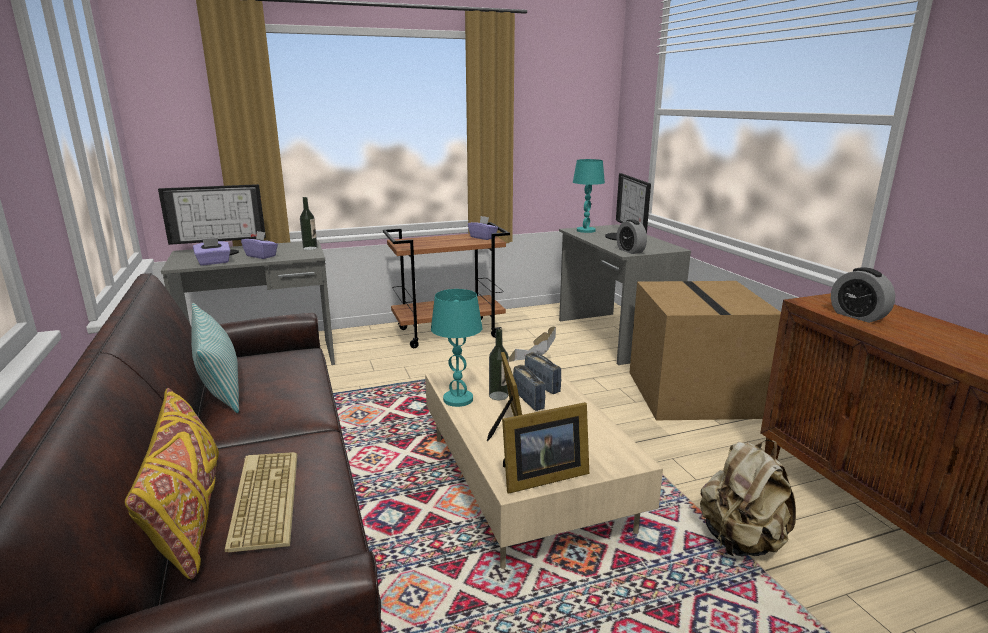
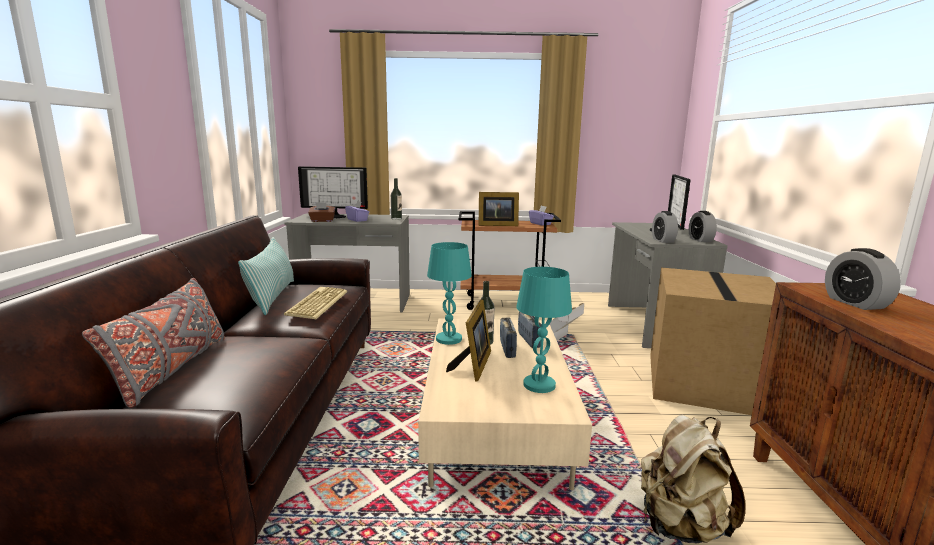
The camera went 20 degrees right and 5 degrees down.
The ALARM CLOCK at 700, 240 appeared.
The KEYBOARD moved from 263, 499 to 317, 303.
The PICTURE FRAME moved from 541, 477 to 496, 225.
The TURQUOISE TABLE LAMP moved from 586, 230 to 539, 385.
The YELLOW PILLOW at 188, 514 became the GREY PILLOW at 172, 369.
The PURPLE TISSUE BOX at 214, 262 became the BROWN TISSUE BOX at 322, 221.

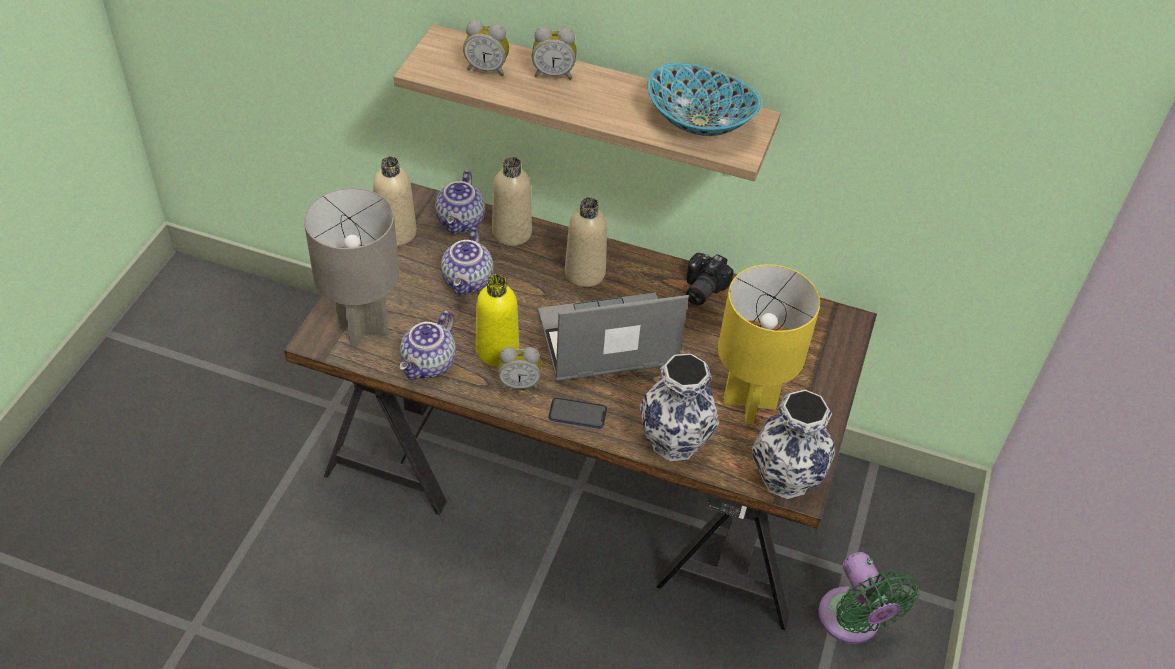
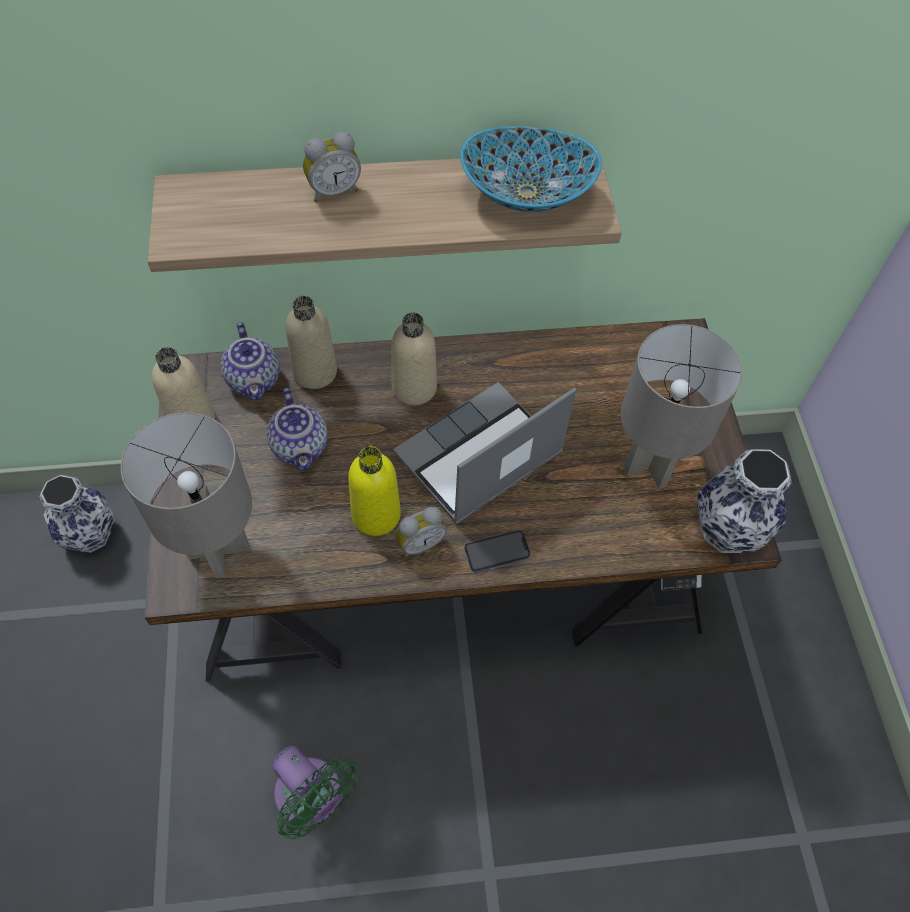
The camera went 25 degrees left and 10 degrees up.
The TEAPOT at 429, 365 disappeared.
The ALARM CLOCK at 487, 69 disappeared.
The PHOTO CAMERA at 700, 289 disappeared.
The VASE moved from 675, 442 to 91, 535.
The GREEN FAN moved from 852, 622 to 312, 798.
The YELLOW TABLE LAMP at 750, 403 became the GREY TABLE LAMP at 650, 463.

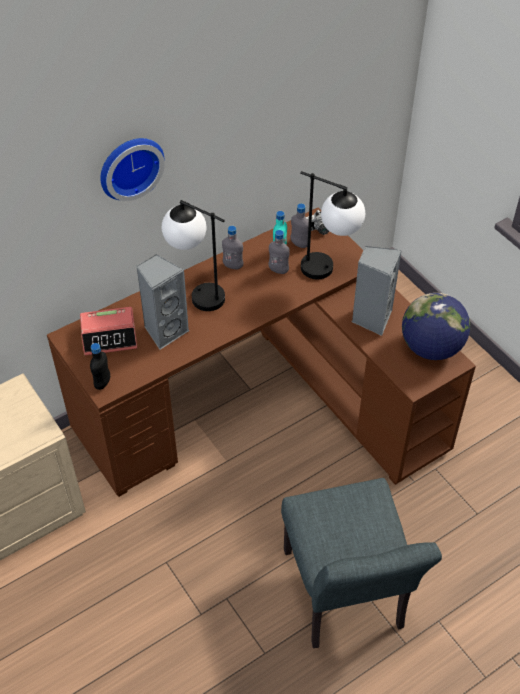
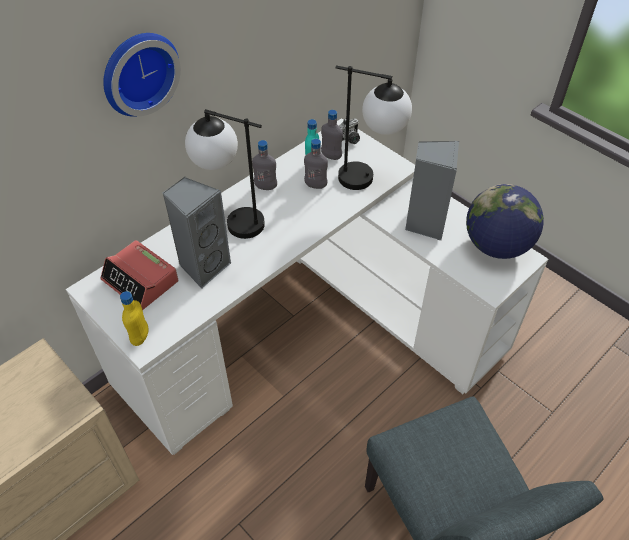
The camera went 10 degrees left and 0 degrees up.
The BROWN DESK at 264, 403 became the WHITE DESK at 310, 327.
The BLACK BOTTLE at 102, 383 became the YELLOW BOTTLE at 140, 337.
The ALARM CLOCK at 110, 336 turned 60 degrees clockwise.

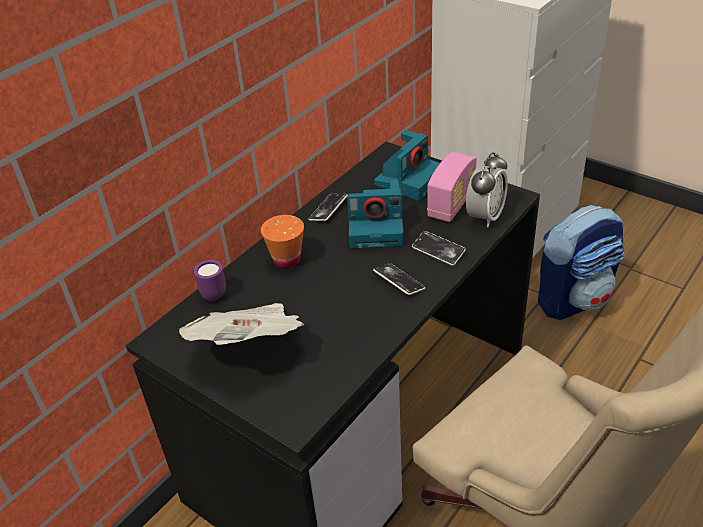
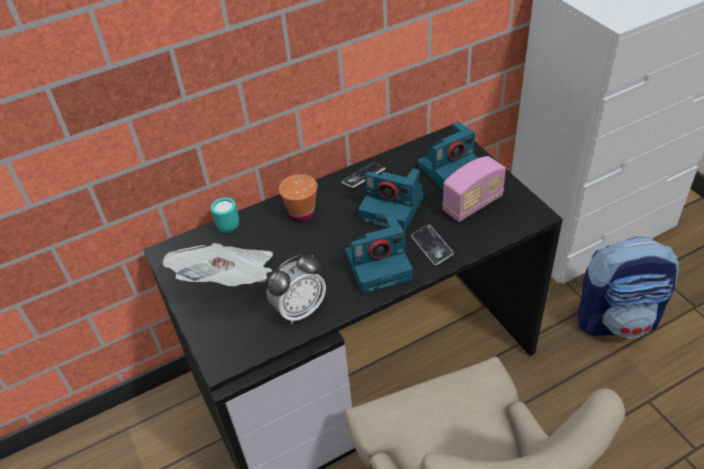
The camera went 25 degrees right and 5 degrees up.
The ALARM CLOCK moved from 485, 216 to 299, 310.
The PHONE at 399, 281 was replaced by the PHOTO CAMERA at 379, 265.
The PURPLE MUG at 211, 294 became the TURQUOISE MUG at 227, 226.

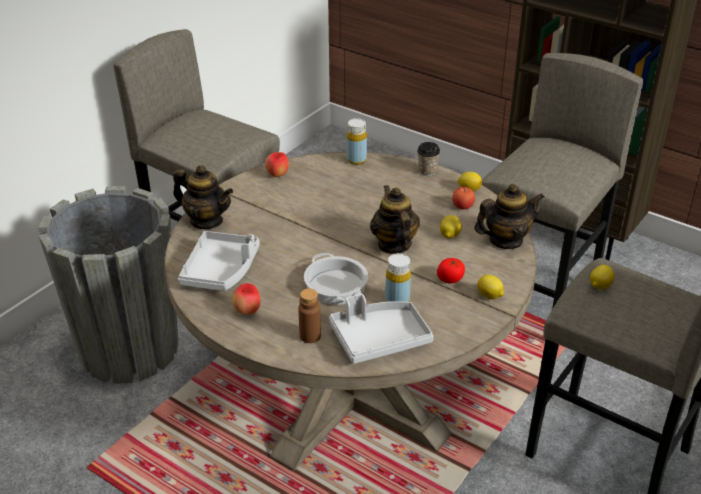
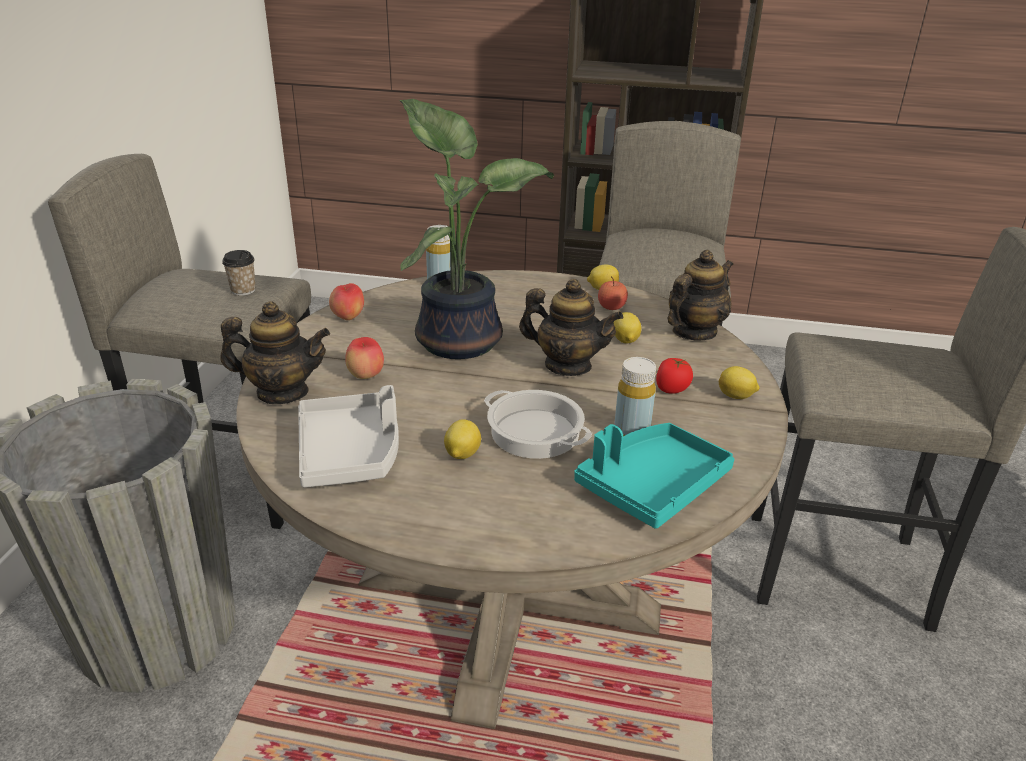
The camera went 25 degrees left and 5 degrees down.
The BROWN BOTTLE at 310, 336 disappeared.
The POTTED PLANT at 460, 338 appeared.
The APPLE moved from 247, 311 to 366, 376.
The CUP moved from 427, 171 to 243, 290.
The LEMON moved from 599, 286 to 462, 454.
The GREY TRAY at 379, 339 became the TURQUOISE TRAY at 651, 486.
The TEAPOT at 394, 245 turned 150 degrees clockwise.

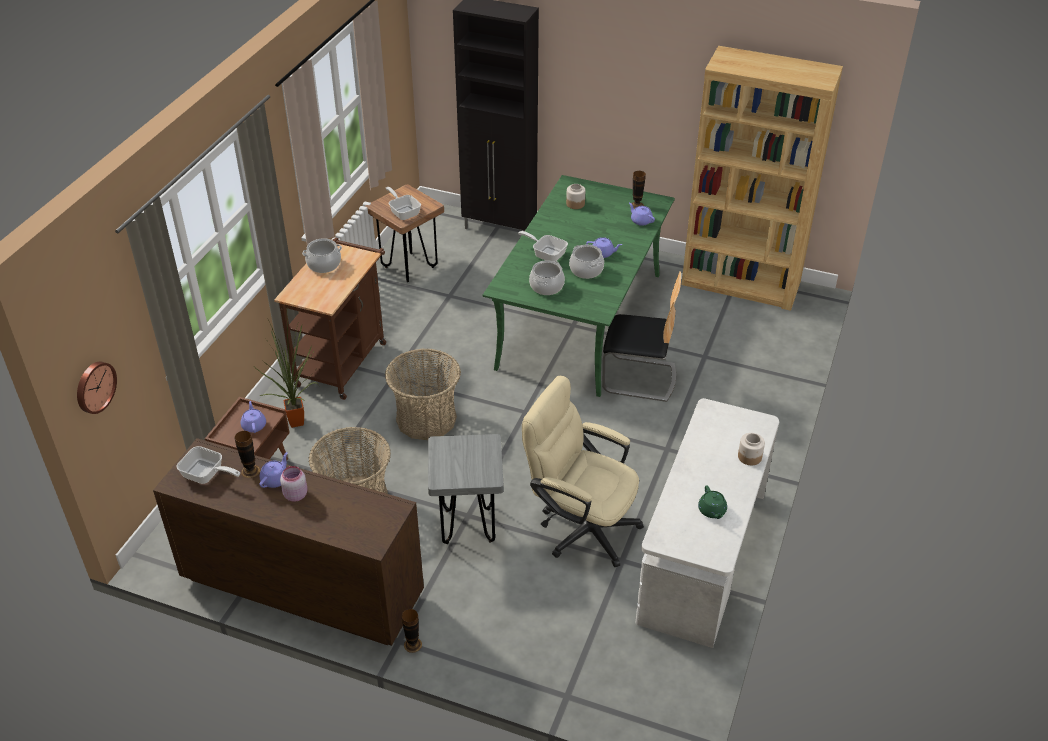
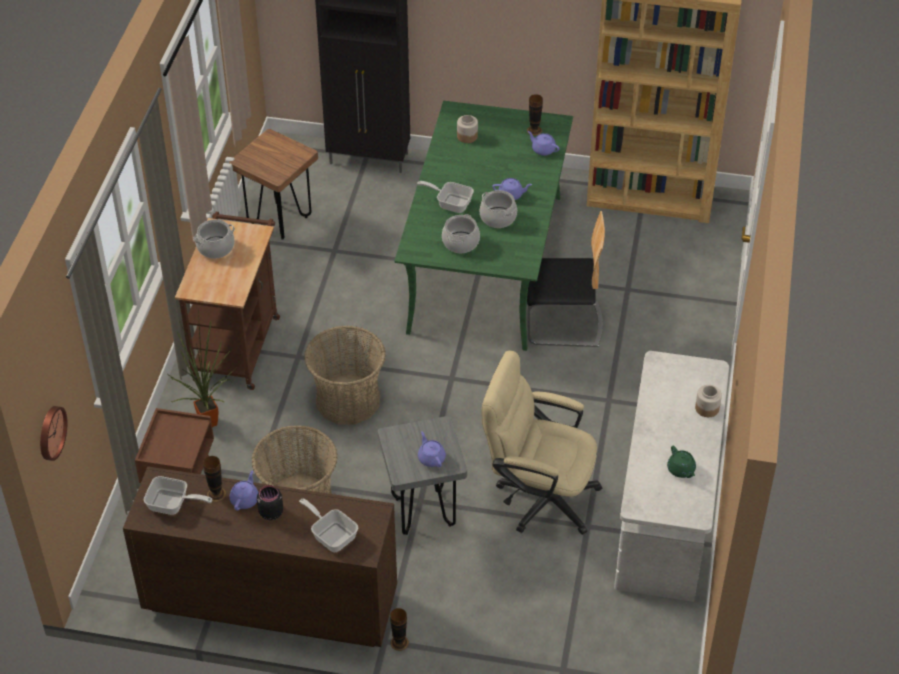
The camera went 10 degrees left and 5 degrees up.
The PURPLE TEAPOT moved from 254, 425 to 431, 458.
The FRYING PAN moved from 403, 212 to 331, 535.
The PINK JAR at 295, 494 became the BLACK JAR at 270, 512.

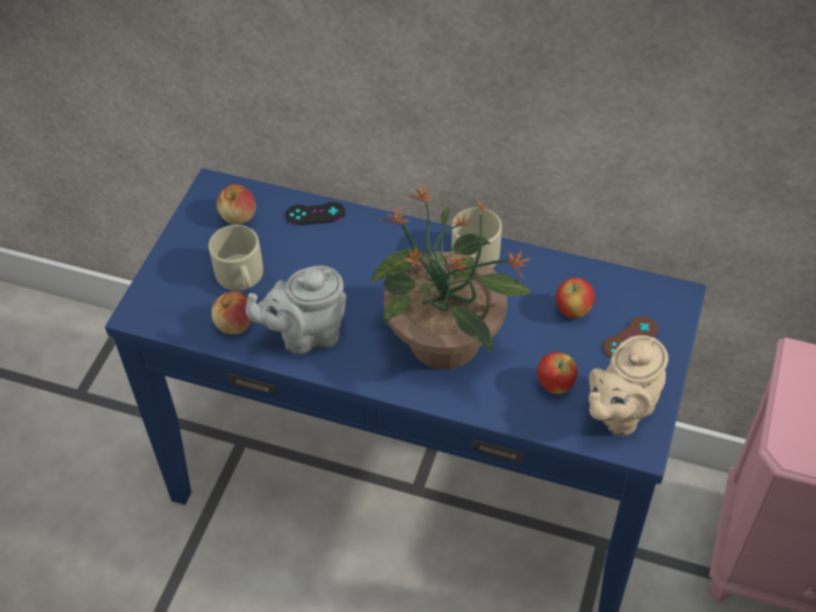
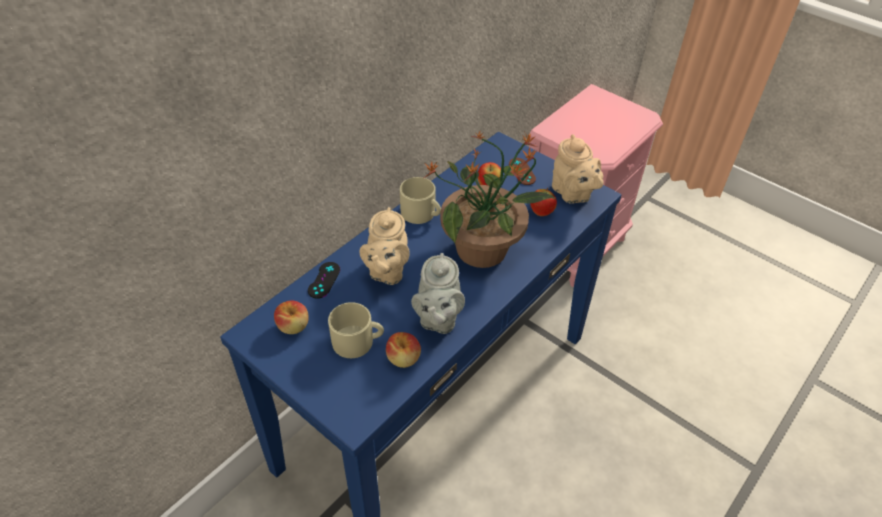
The camera went 70 degrees left and 5 degrees down.
The BEIGE TEAPOT at 386, 271 appeared.

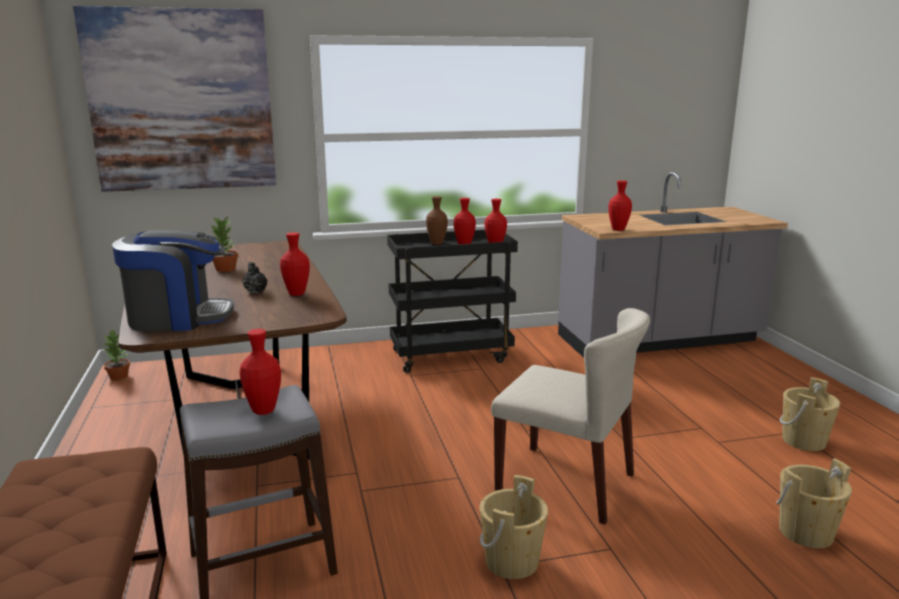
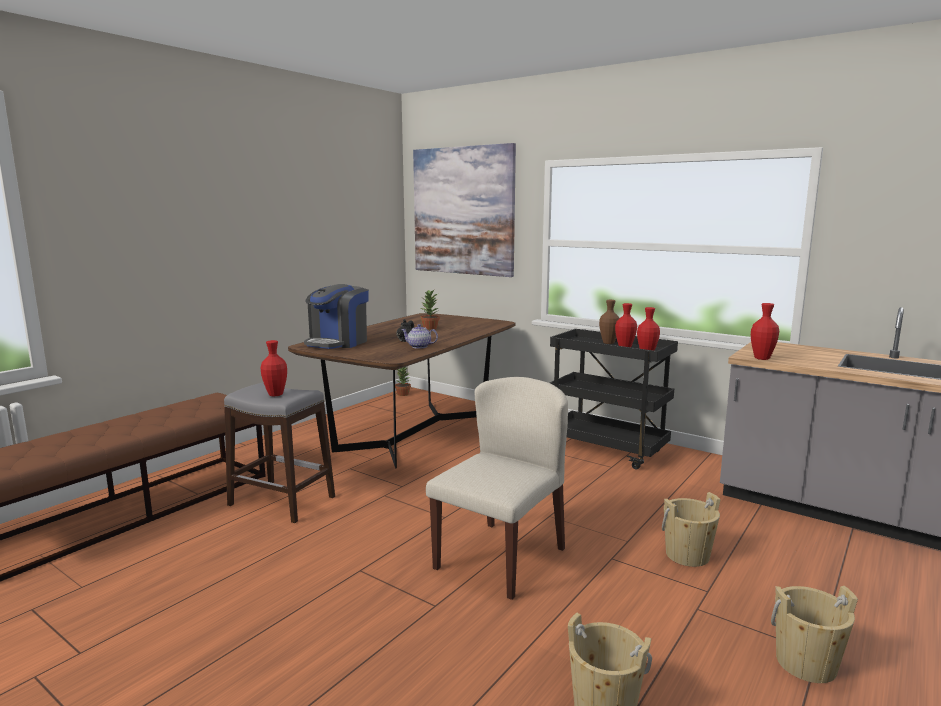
The camera went 50 degrees right and 5 degrees down.
The BEIGE BUCKET moved from 512, 561 to 687, 555.
The RED VASE at 296, 294 was replaced by the TEAPOT at 419, 346.
The COFFEE MACHINE at 178, 317 turned 75 degrees clockwise.
The BEIGE CHAIR at 566, 482 turned 135 degrees counterclockwise.

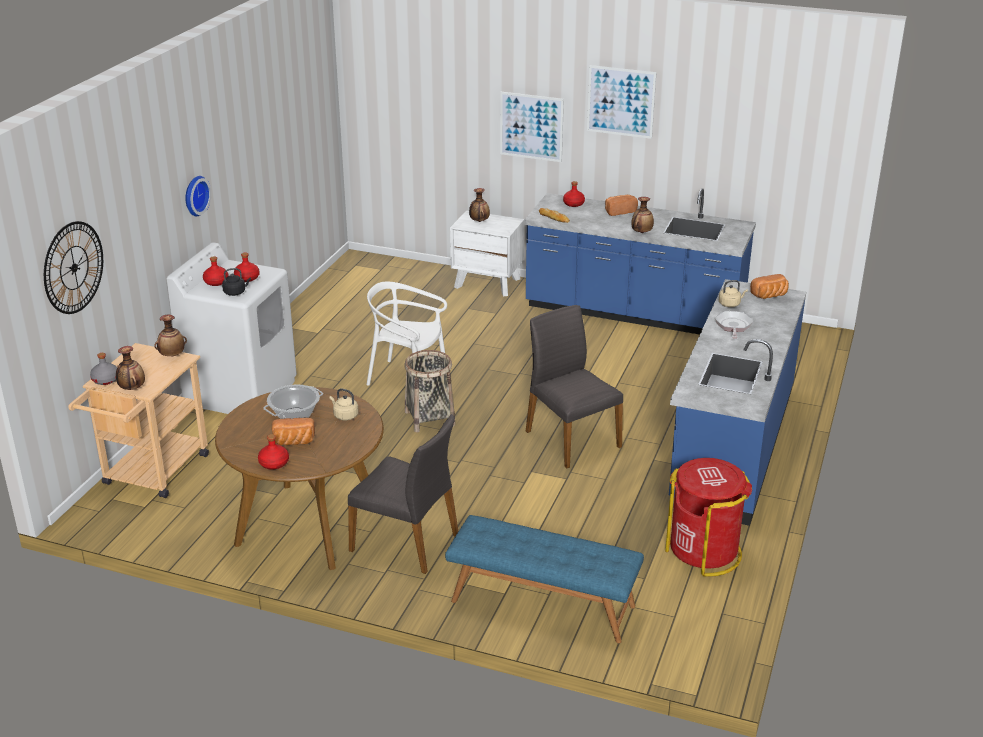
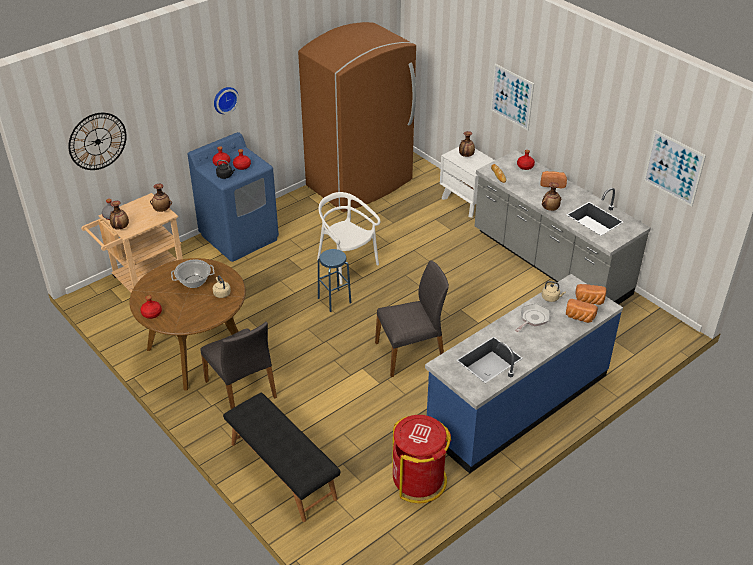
The camera went 30 degrees right and 10 degrees up.
The BROWN FRIDGE at 360, 184 appeared.
The BREAD moved from 293, 442 to 579, 317.
The PICTURE moved from 621, 101 to 673, 168.
The BASKET at 429, 418 was replaced by the BLUE STOOL at 334, 300.
The WHITE WASHING MACHINE at 241, 392 became the BLUE WASHING MACHINE at 239, 237.
The BLUE BENCH at 542, 604 became the BLACK BENCH at 282, 471.
The BLUE COUNTER at 633, 313 became the GREY COUNTER at 549, 263.
The GREY CHAIR at 571, 439 turned 75 degrees clockwise.

